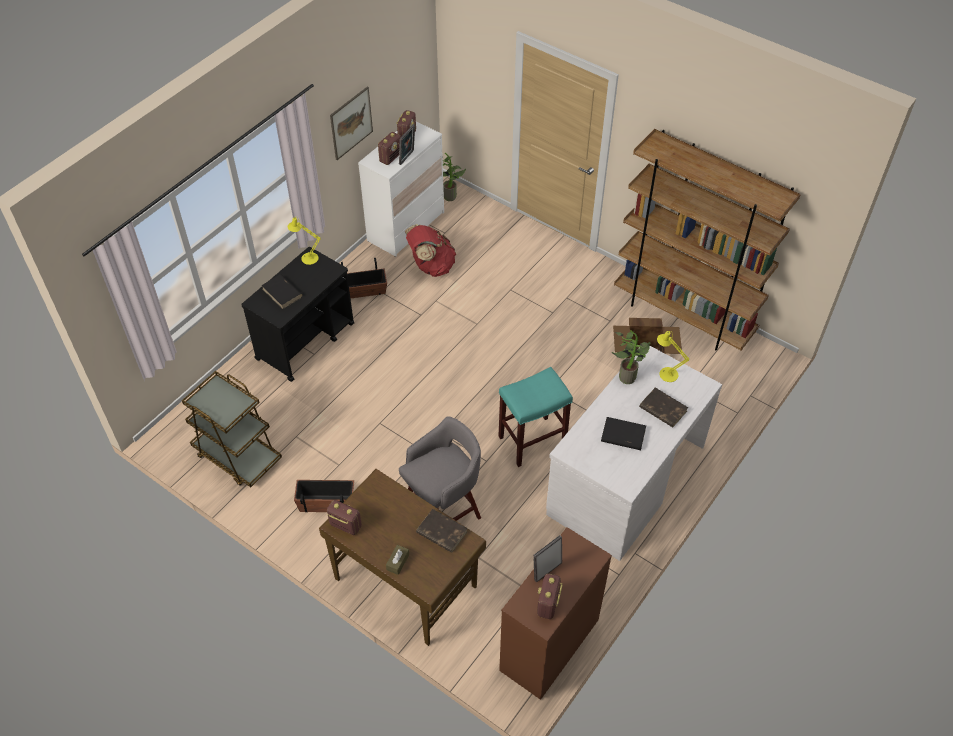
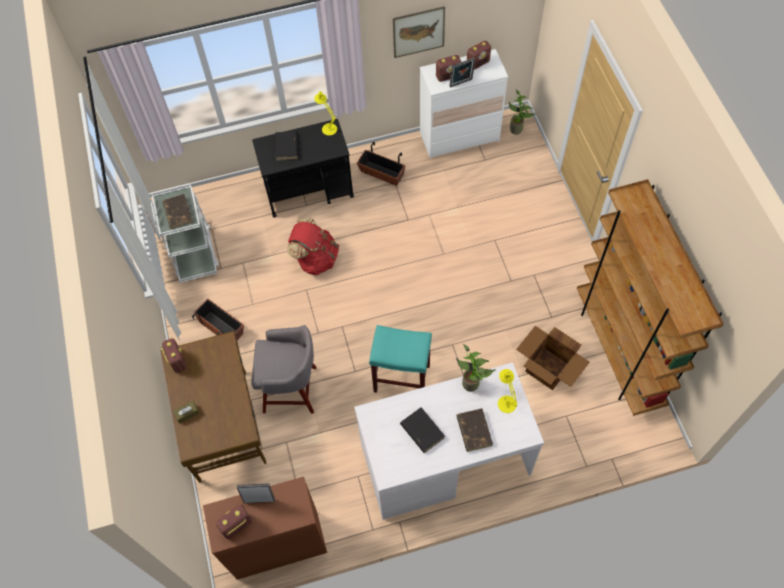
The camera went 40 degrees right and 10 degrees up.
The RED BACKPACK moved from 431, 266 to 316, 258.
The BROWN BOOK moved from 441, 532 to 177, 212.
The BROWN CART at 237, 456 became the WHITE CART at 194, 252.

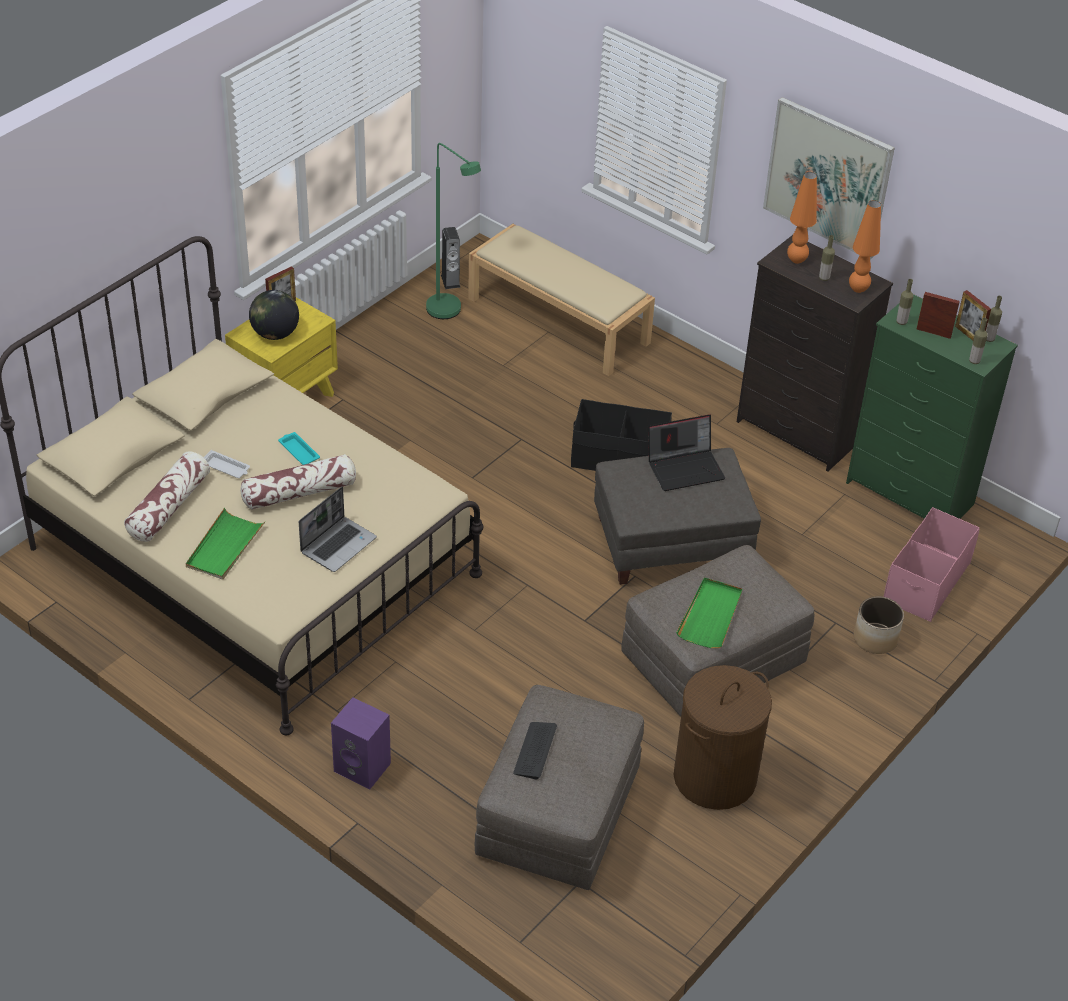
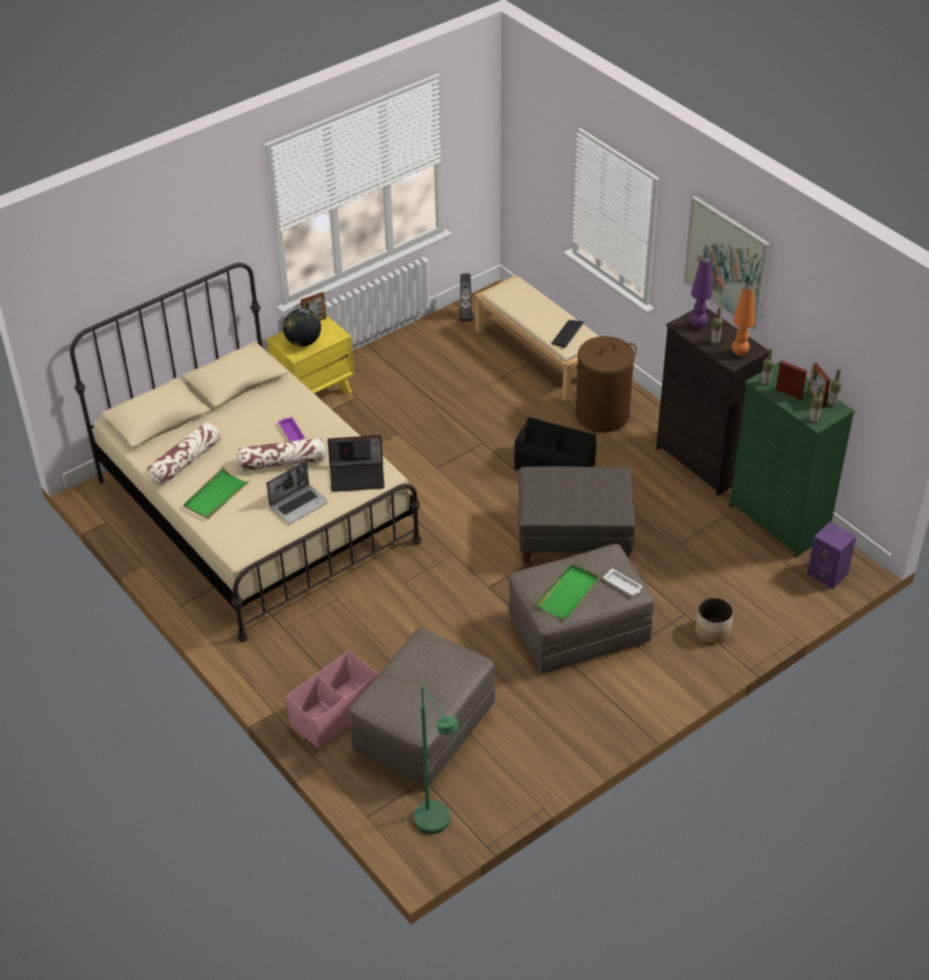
The camera went 15 degrees right and 0 degrees up.
The WHITE TRAY moved from 226, 467 to 623, 585.
The PURPLE SPEAKER moved from 364, 767 to 828, 574.
The GREEN FLOOR LAMP moved from 450, 313 to 437, 826.
The KEYBOARD moved from 535, 751 to 567, 334.
The LAPTOP moved from 685, 468 to 358, 475.
The BROWN LAUNDRY BASKET moved from 715, 777 to 602, 415.
The PINK STORAGE BOX moved from 926, 582 to 335, 713.
The TURQUOISE TRAY at 298, 451 became the PURPLE TRAY at 291, 431.
The ORANGE TABLE LAMP at 796, 260 became the PURPLE TABLE LAMP at 698, 325.

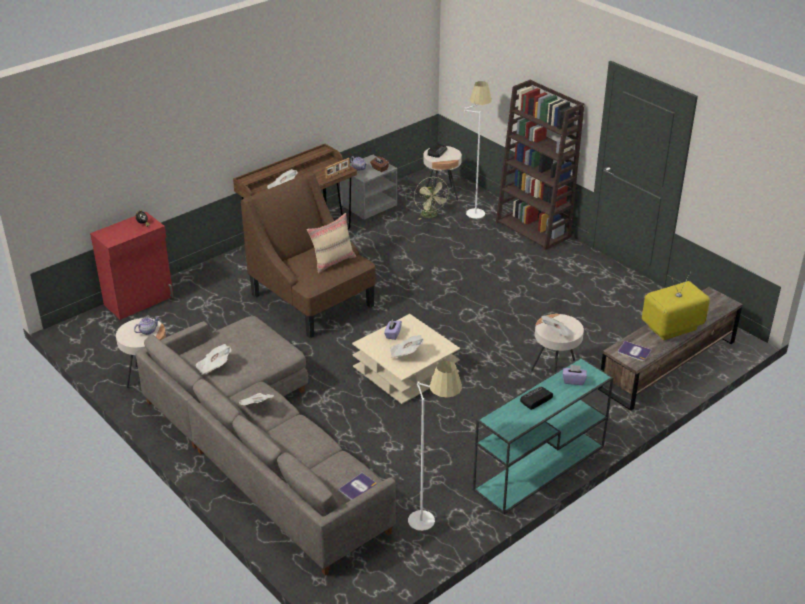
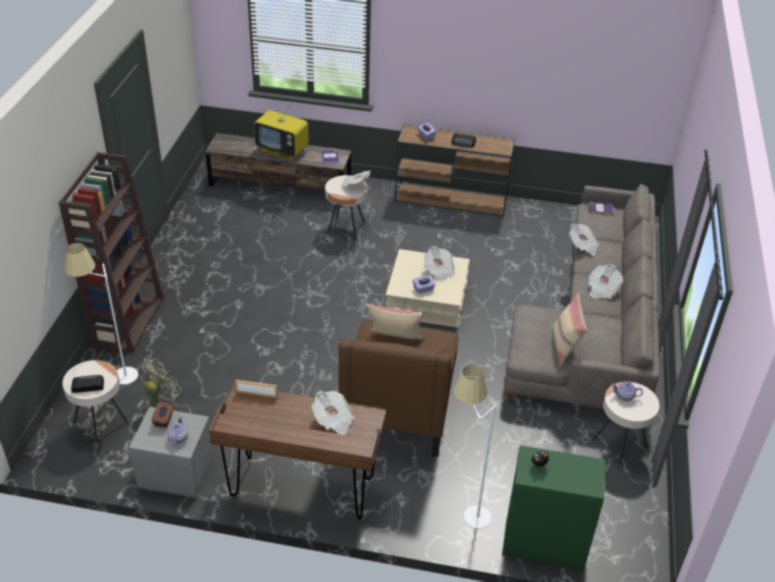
The camera went 130 degrees left and 5 degrees up.
The BEIGE PILLOW at 565, 347 appeared.
The NEWSPAPER moved from 213, 367 to 583, 246.
The WHITE FLOOR LAMP moved from 432, 516 to 465, 512.
The RED CABINET at 140, 301 became the GREEN CABINET at 543, 542.
The TURQUOISE CONSOLE TABLE at 538, 468 became the BROWN CONSOLE TABLE at 452, 199.

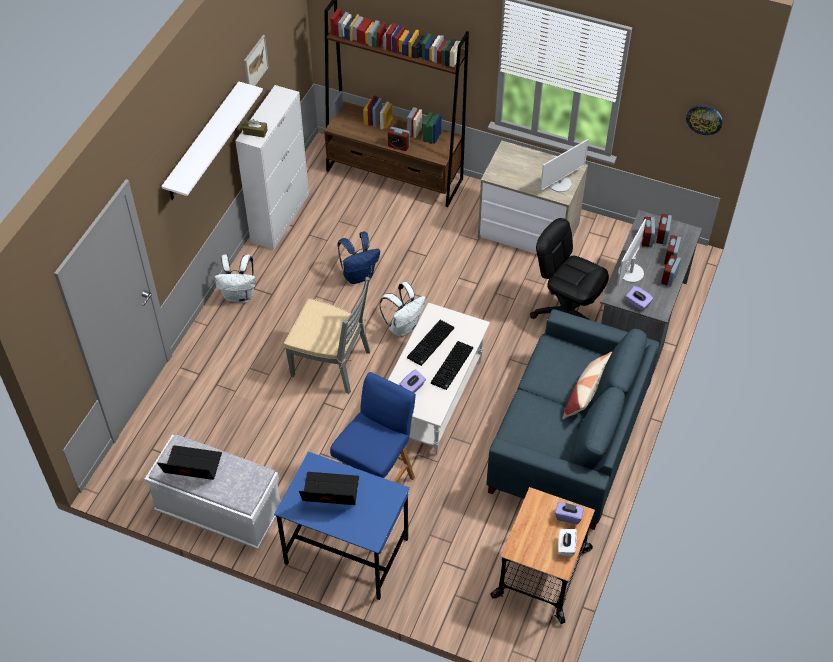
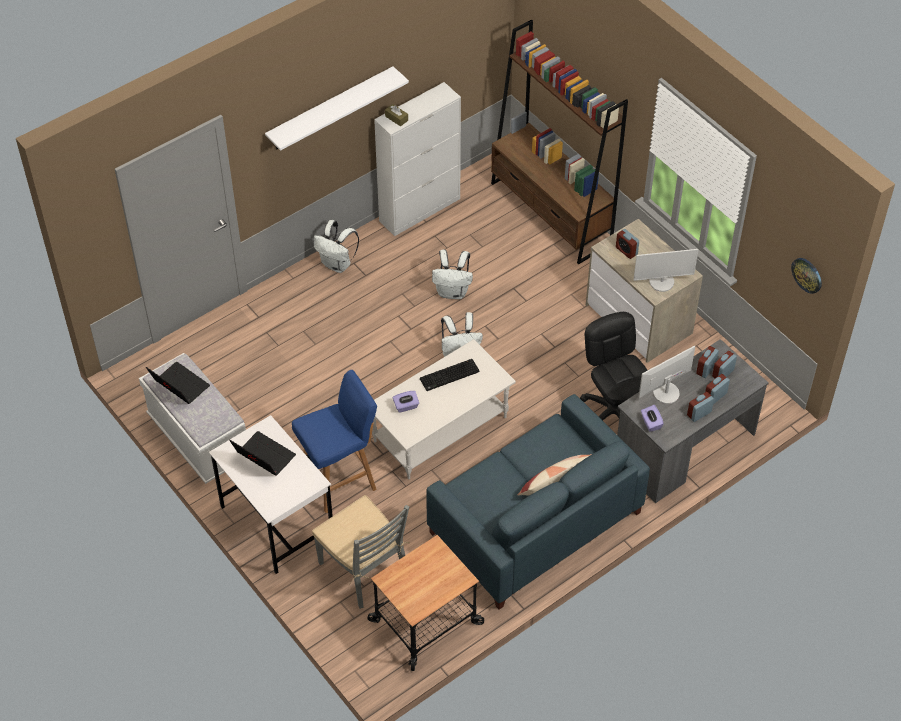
The camera went 30 degrees right and 0 degrees up.
The PICTURE at 255, 63 disappeared.
The KEYBOARD at 452, 366 disappeared.
The PURPLE TISSUE BOX at 568, 516 disappeared.
The WHITE TISSUE BOX at 566, 546 disappeared.
The GREY CHAIR moved from 331, 363 to 364, 569.
The ALARM CLOCK moved from 398, 146 to 626, 251.
The BLUE DESK at 346, 551 became the WHITE DESK at 276, 522.
The BLUE BACKPACK at 359, 275 became the WHITE BACKPACK at 453, 292.

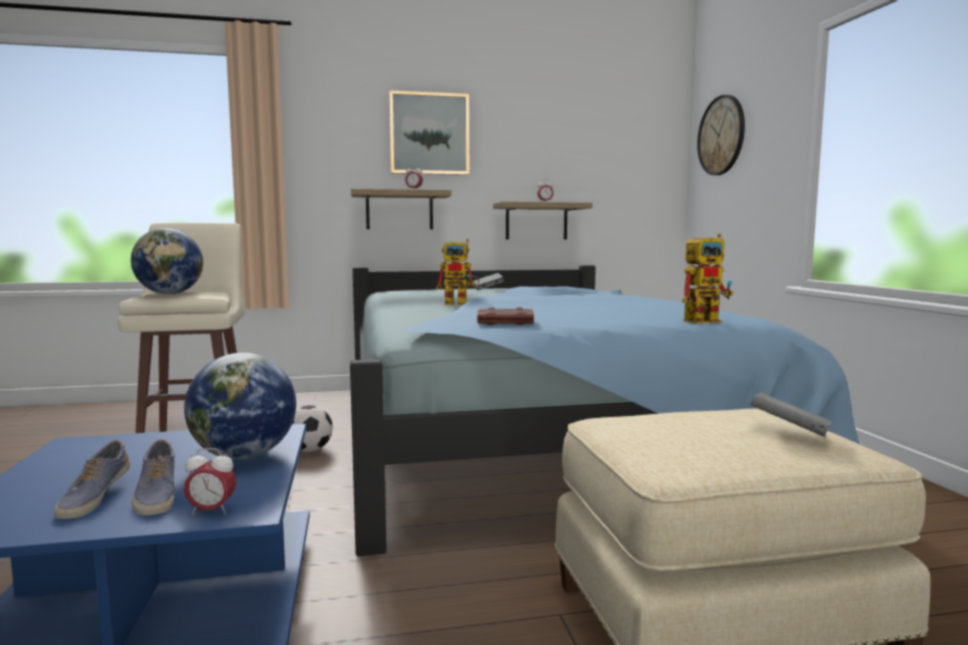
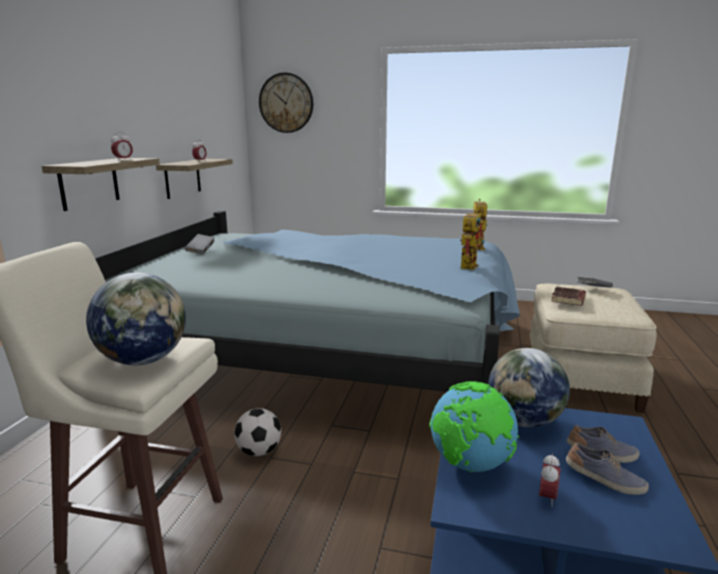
The camera went 65 degrees left and 10 degrees up.
The PICTURE at 429, 134 disappeared.
The GLOBE at 470, 465 appeared.
The ALARM CLOCK moved from 211, 511 to 547, 497.
The TOY ROBOT moved from 461, 303 to 468, 265.
The BROWN BOOK moved from 504, 322 to 569, 299.

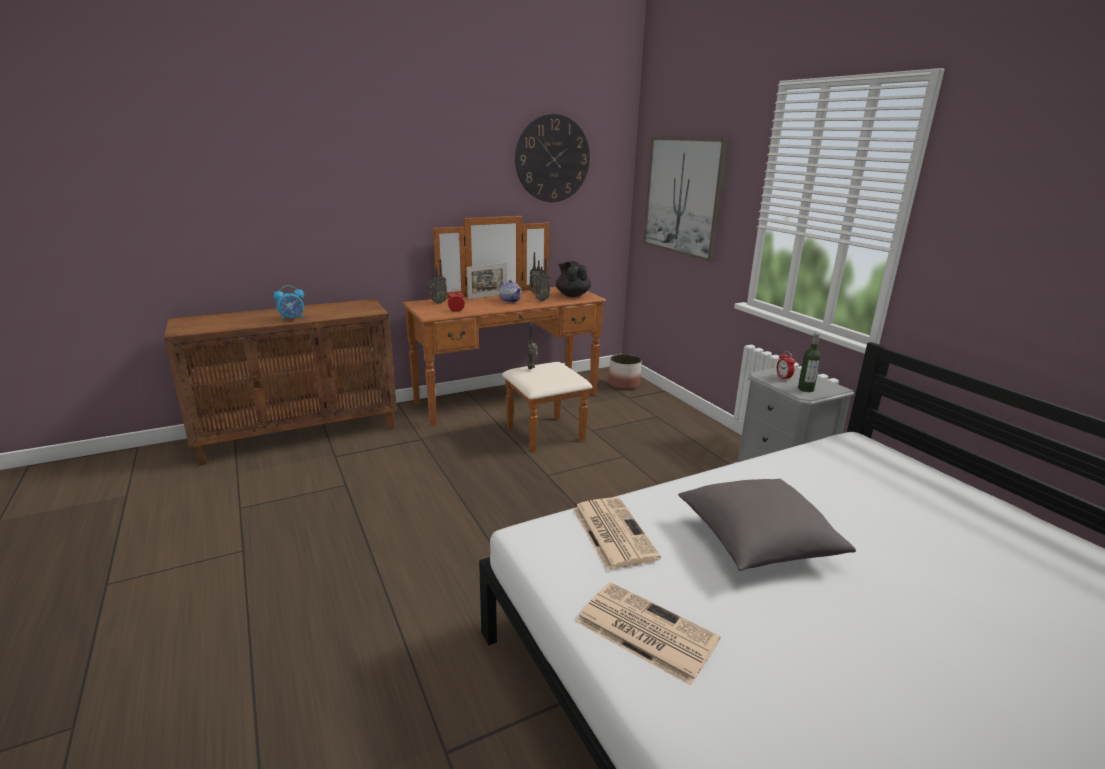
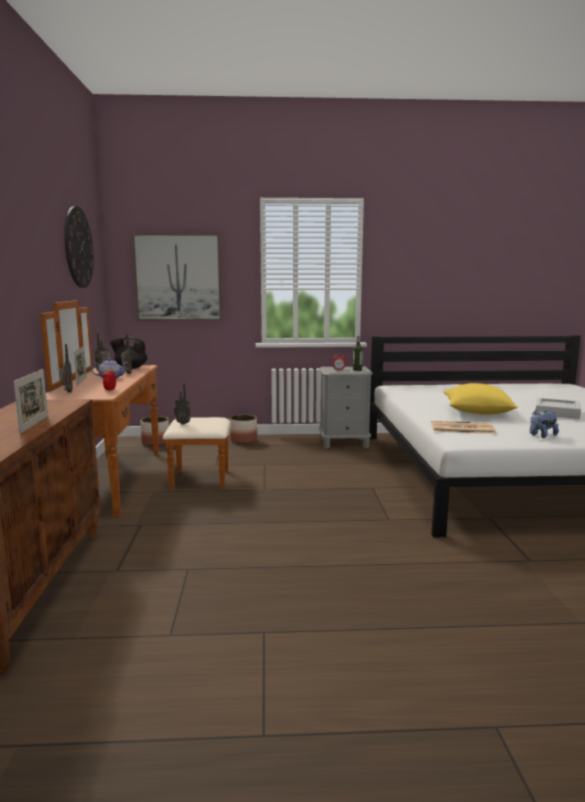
The camera went 65 degrees left and 10 degrees down.
The PLANTER at 243, 440 appeared.
The GREY TRAY at 557, 412 appeared.
The ALARM CLOCK at 292, 319 was replaced by the PICTURE FRAME at 34, 424.
The NEWSPAPER at 644, 631 was replaced by the PLUSH TOY at 541, 436.
The GREY PILLOW at 756, 542 became the YELLOW PILLOW at 477, 412.

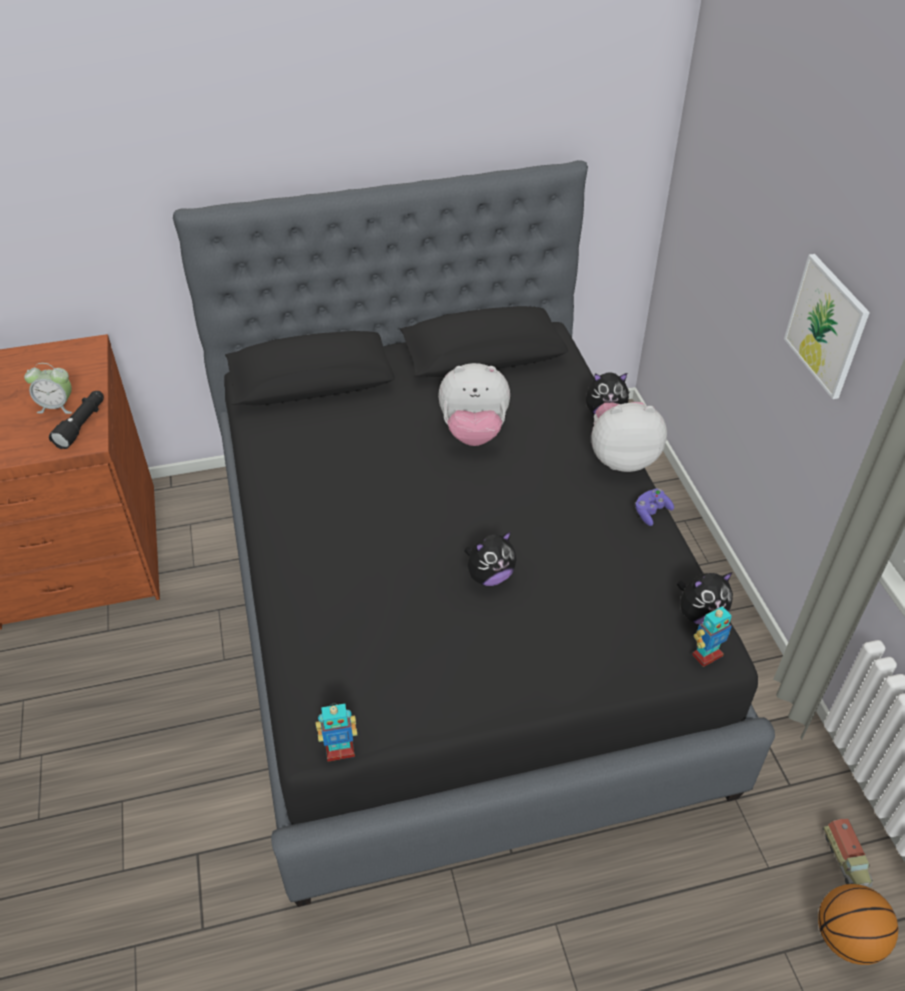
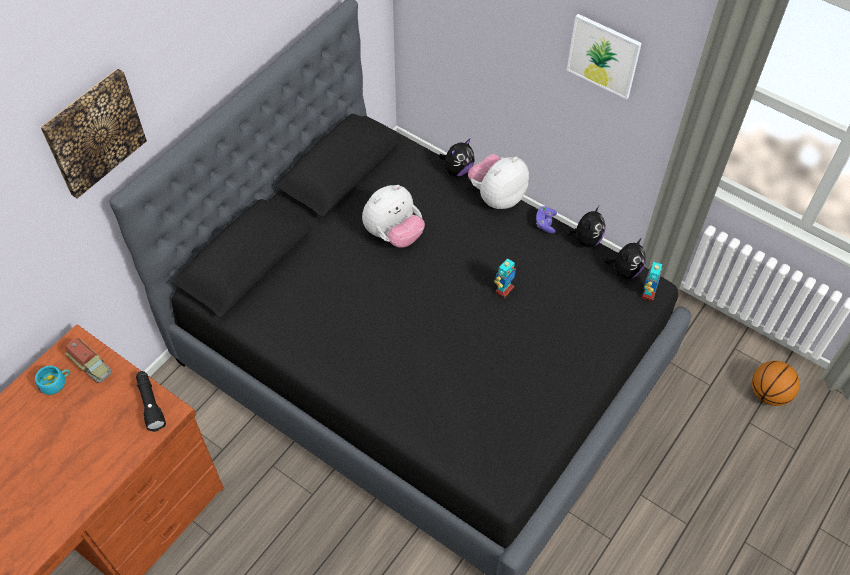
The camera went 40 degrees left and 10 degrees up.
The ALARM CLOCK at 57, 406 disappeared.
The TURQUOISE CUP at 56, 382 appeared.
The PICTURE at 93, 132 appeared.
The TOY ROBOT moved from 340, 750 to 504, 290.
The PLUSH TOY moved from 489, 576 to 585, 240.
The TOY TRUCK moved from 846, 859 to 91, 365.

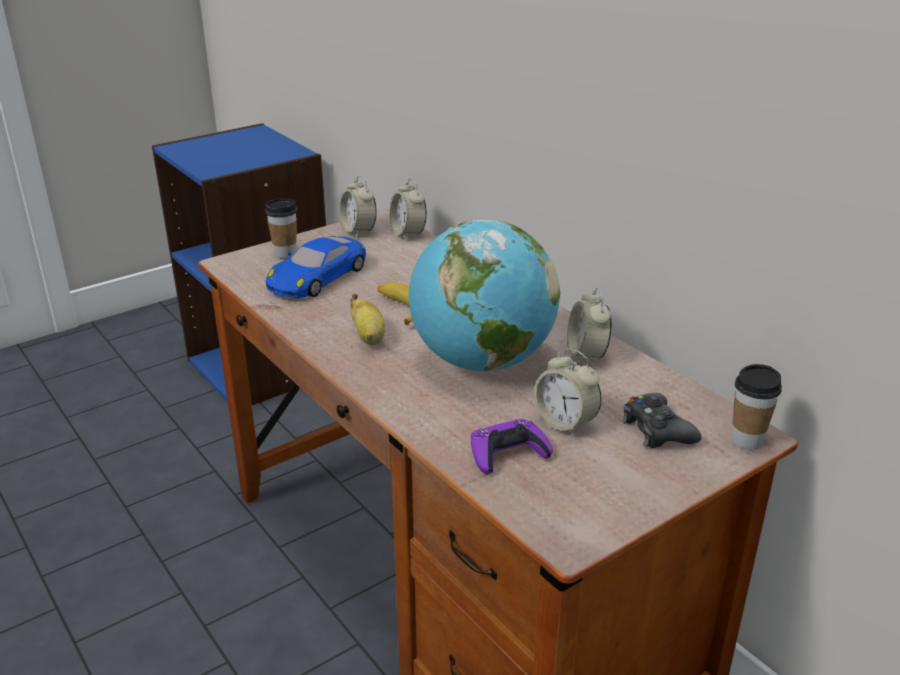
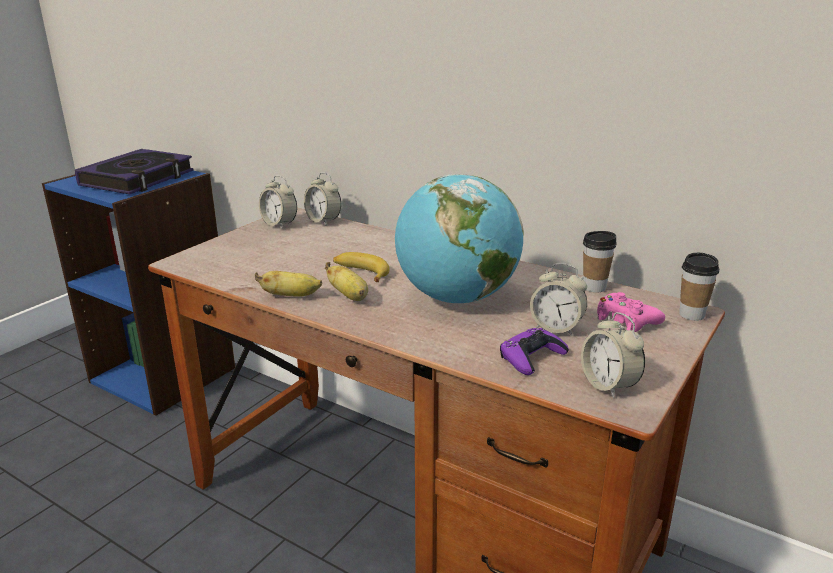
The camera went 20 degrees left and 5 degrees down.
The BLUE TOY CAR at 318, 277 disappeared.
The BOOK at 138, 179 appeared.
The BANANA at 291, 296 appeared.
The CUP moved from 285, 253 to 594, 287.
The ALARM CLOCK moved from 586, 354 to 608, 385.
The BLACK GAME CONTROLLER at 657, 430 became the PINK GAME CONTROLLER at 626, 320.

